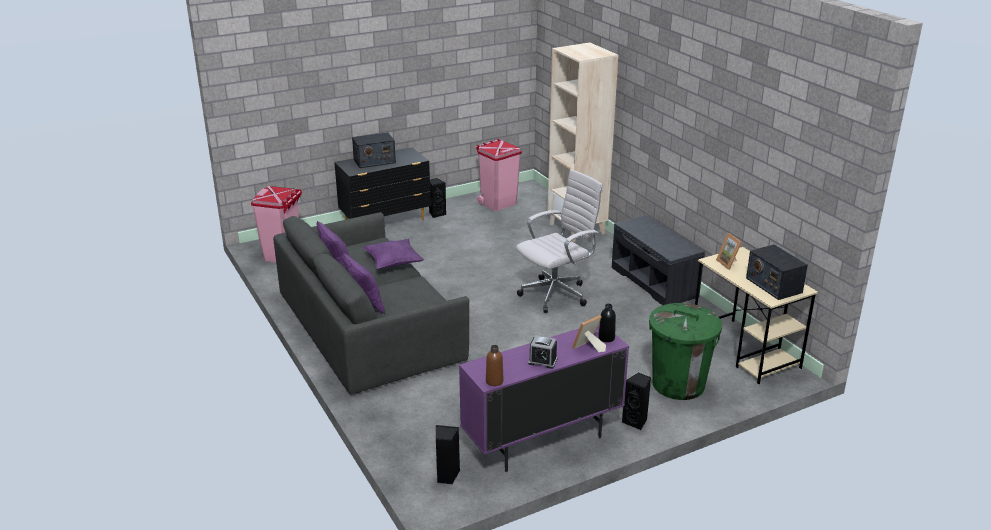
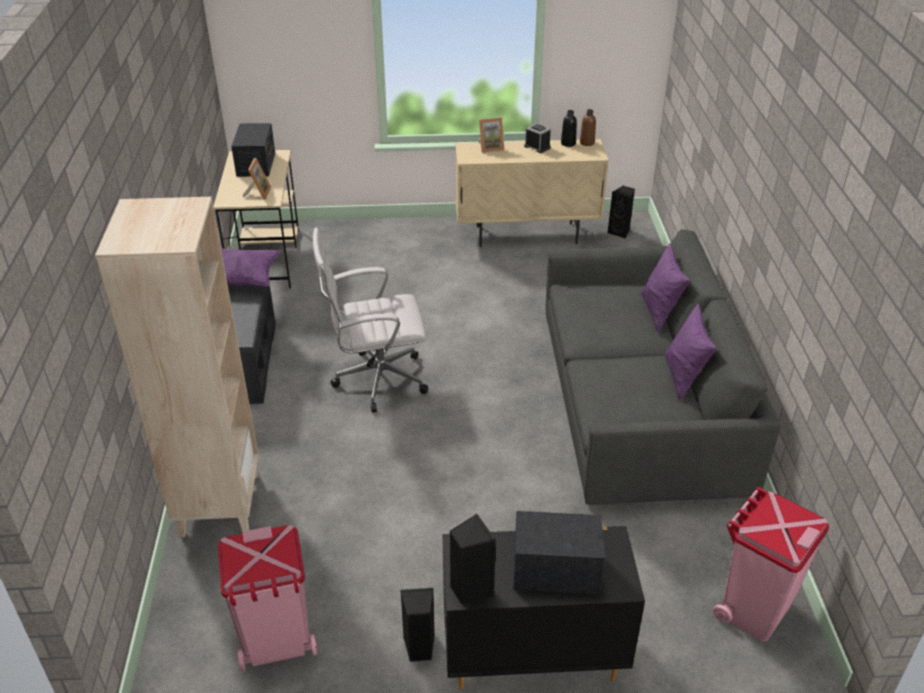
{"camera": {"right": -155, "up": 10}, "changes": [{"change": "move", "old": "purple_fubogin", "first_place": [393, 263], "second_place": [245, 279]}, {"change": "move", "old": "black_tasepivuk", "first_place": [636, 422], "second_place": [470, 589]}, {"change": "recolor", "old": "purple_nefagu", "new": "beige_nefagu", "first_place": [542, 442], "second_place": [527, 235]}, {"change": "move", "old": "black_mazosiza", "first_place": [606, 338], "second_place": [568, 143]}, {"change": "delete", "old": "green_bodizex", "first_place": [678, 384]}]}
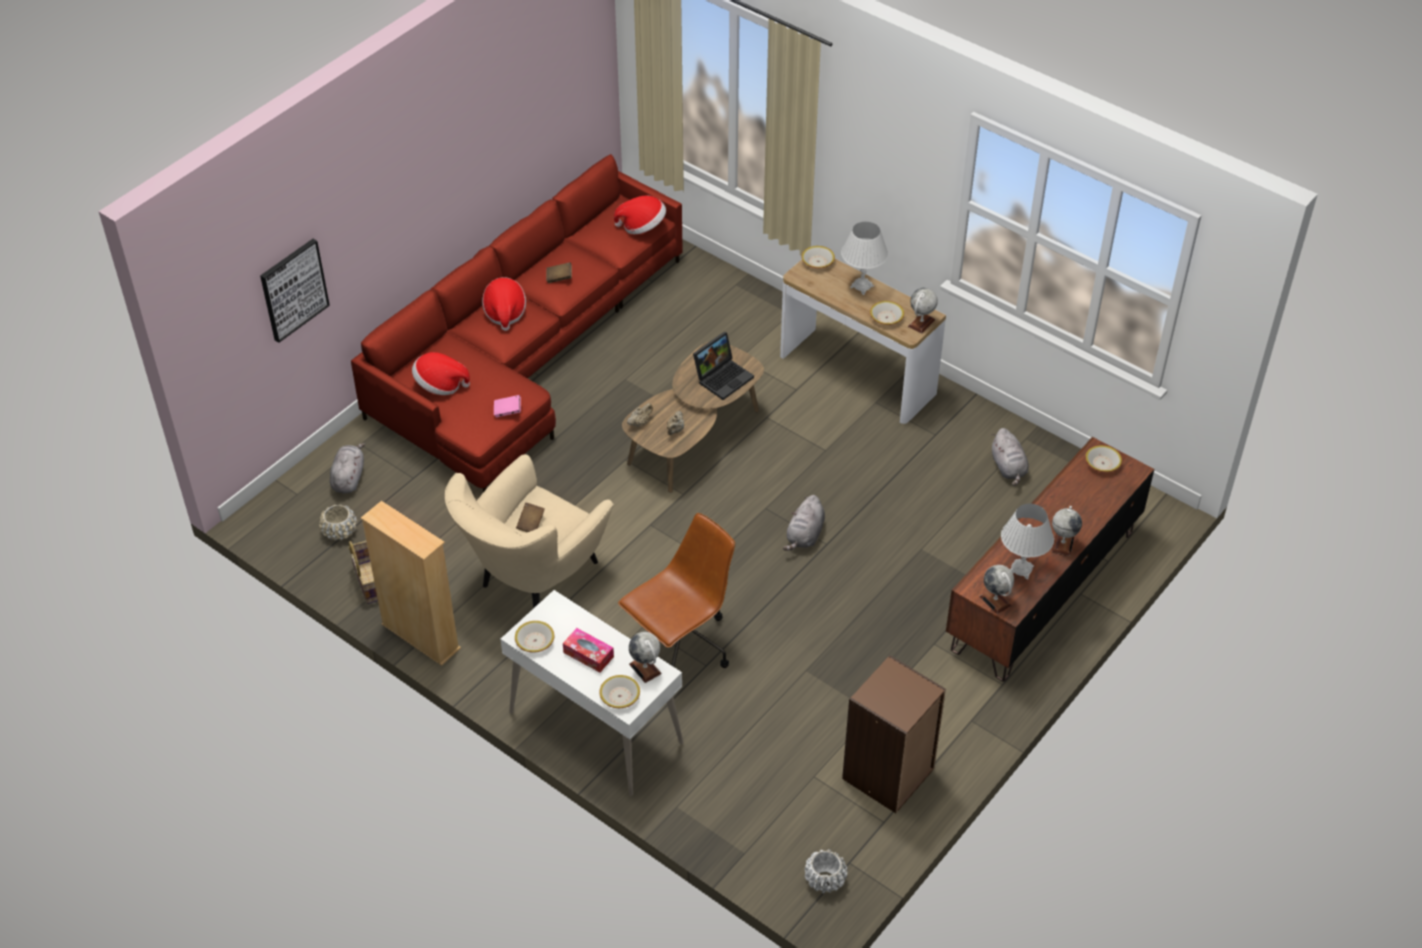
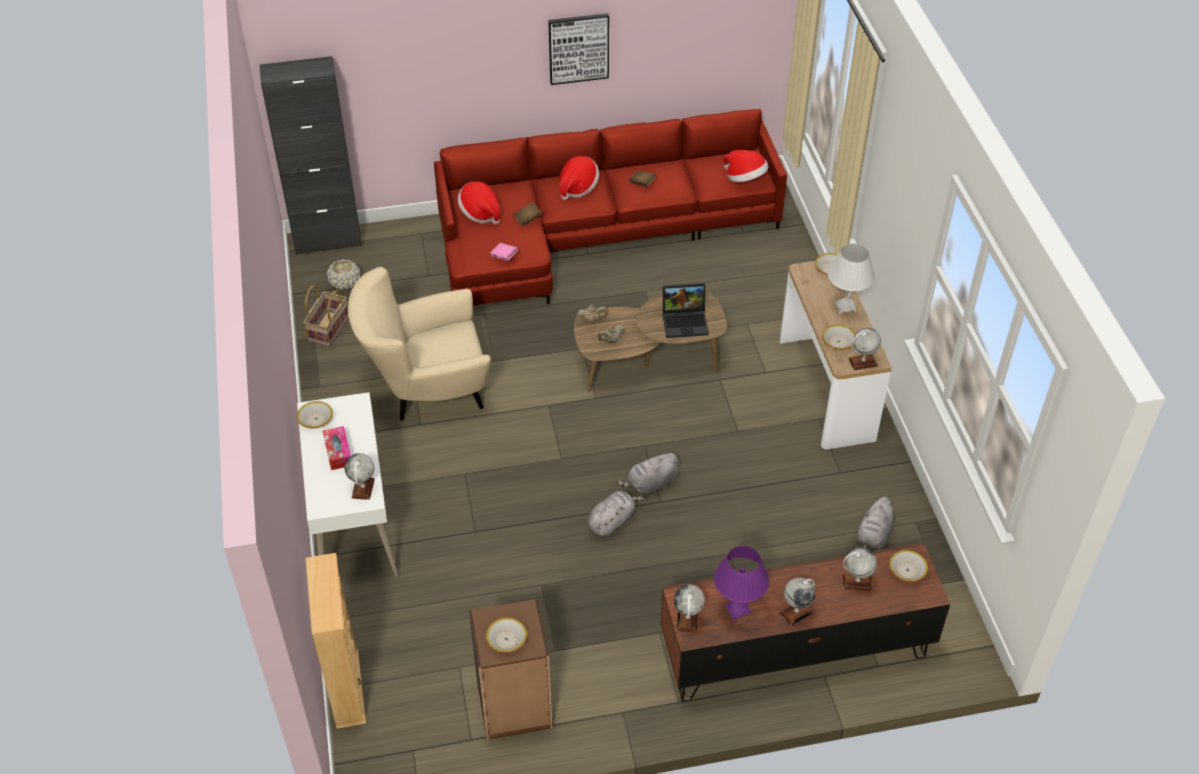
{"camera": {"right": 40, "up": 0}, "changes": [{"change": "insert", "new": "black_nefagu", "second_place": [328, 240]}, {"change": "move", "old": "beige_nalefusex", "first_place": [420, 637], "second_place": [347, 689]}, {"change": "move", "old": "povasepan", "first_place": [619, 696], "second_place": [506, 639]}, {"change": "move", "old": "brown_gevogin", "first_place": [531, 523], "second_place": [527, 219]}, {"change": "move", "old": "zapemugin", "first_place": [293, 289], "second_place": [578, 48]}, {"change": "move", "old": "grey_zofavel", "first_place": [348, 478], "second_place": [612, 521]}, {"change": "recolor", "old": "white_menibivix", "new": "purple_menibivix", "first_place": [1021, 569], "second_place": [737, 609]}, {"change": "insert", "new": "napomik", "second_place": [856, 582]}, {"change": "delete", "old": "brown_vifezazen", "first_place": [681, 647]}, {"change": "delete", "old": "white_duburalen", "first_place": [825, 880]}]}
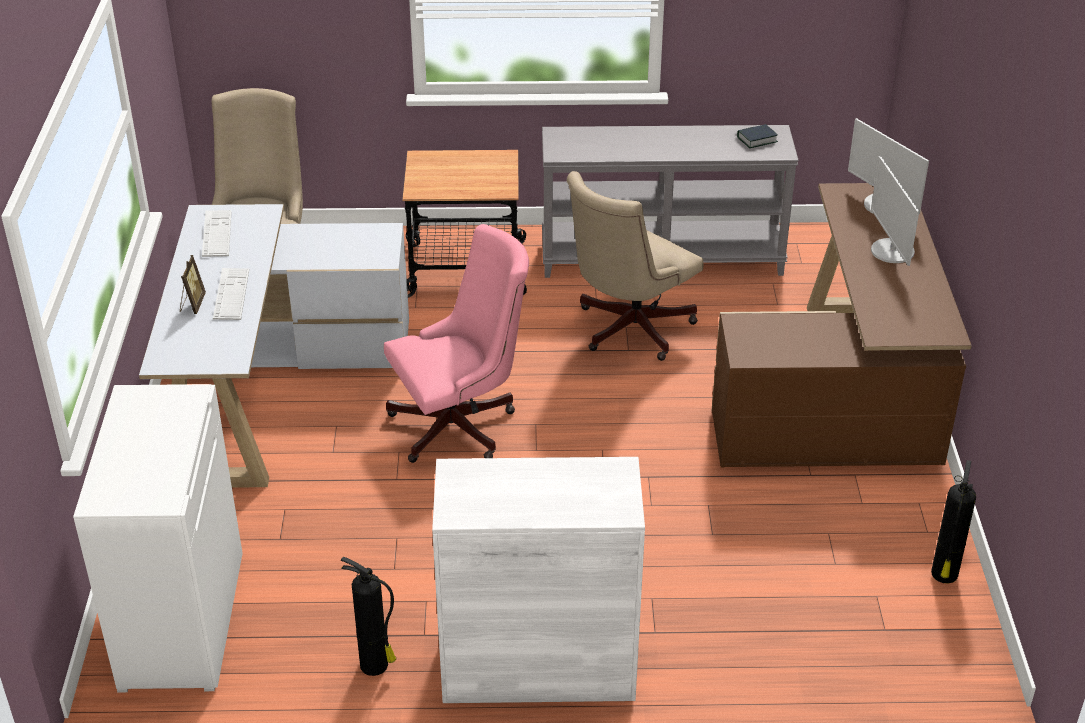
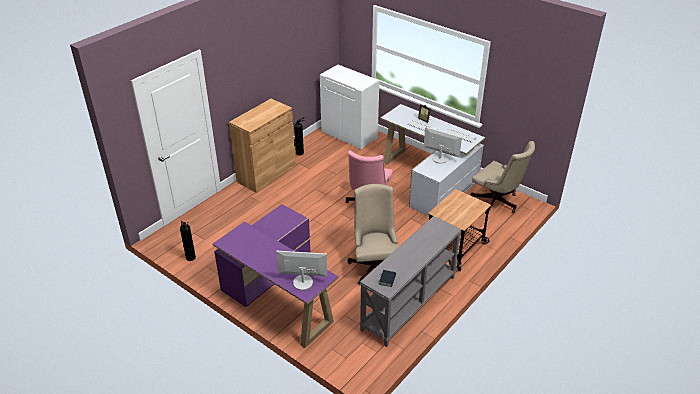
{"camera": {"right": 130, "up": 0}, "changes": [{"change": "recolor", "old": "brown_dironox", "new": "purple_dironox", "first_place": [844, 396], "second_place": [278, 294]}, {"change": "recolor", "old": "white_nefagu", "new": "brown_nefagu", "first_place": [538, 665], "second_place": [266, 174]}, {"change": "move", "old": "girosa", "first_place": [891, 251], "second_place": [440, 158]}]}
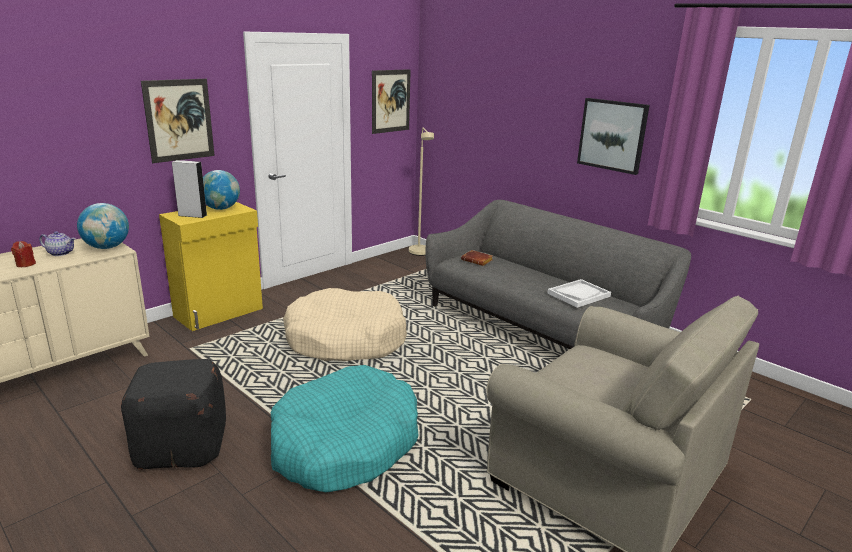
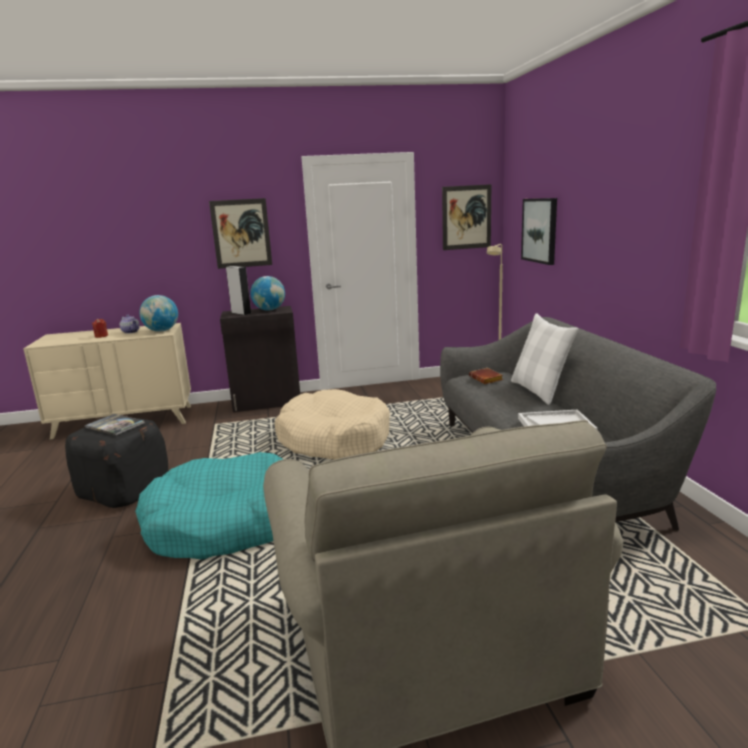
{"camera": {"right": 35, "up": -5}, "changes": [{"change": "insert", "new": "gevogin", "second_place": [115, 425]}, {"change": "recolor", "old": "yellow_nefagu", "new": "black_nefagu", "first_place": [220, 313], "second_place": [267, 402]}, {"change": "insert", "new": "white_fubogin", "second_place": [539, 391]}, {"change": "move", "old": "zapemugin", "first_place": [612, 135], "second_place": [540, 230]}]}
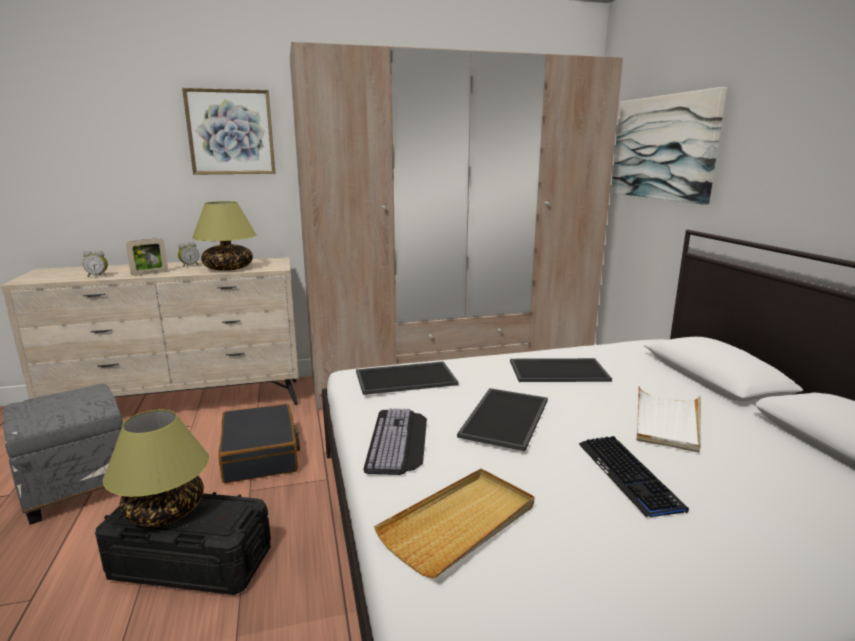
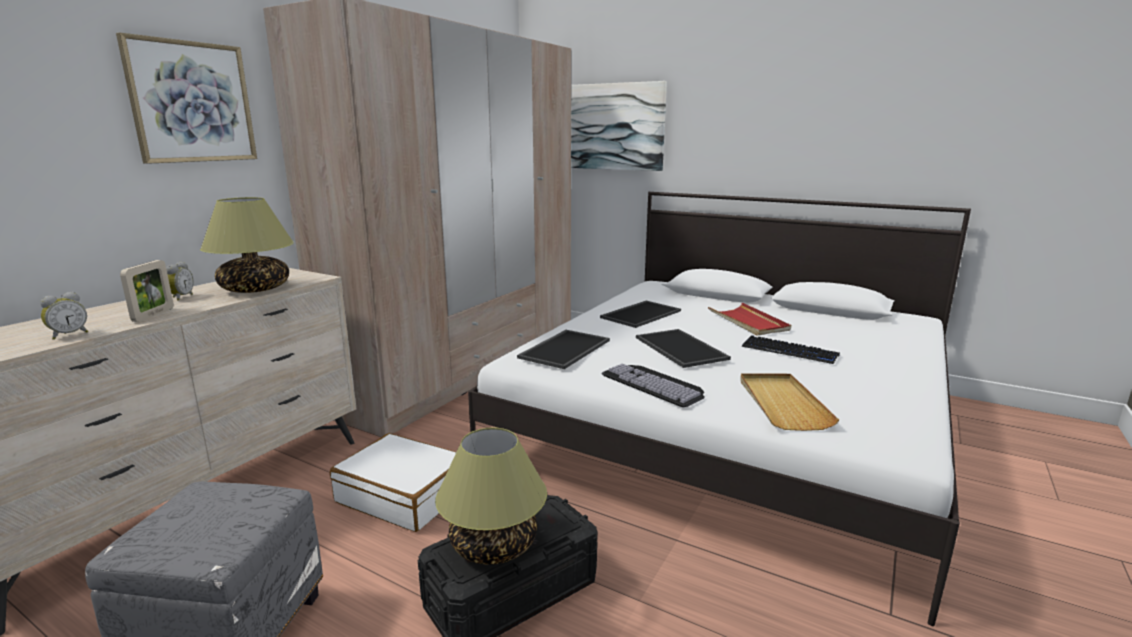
{"camera": {"right": -45, "up": 0}, "changes": [{"change": "recolor", "old": "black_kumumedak", "new": "white_kumumedak", "first_place": [261, 454], "second_place": [404, 495]}, {"change": "recolor", "old": "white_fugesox", "new": "red_fugesox", "first_place": [667, 421], "second_place": [748, 322]}]}
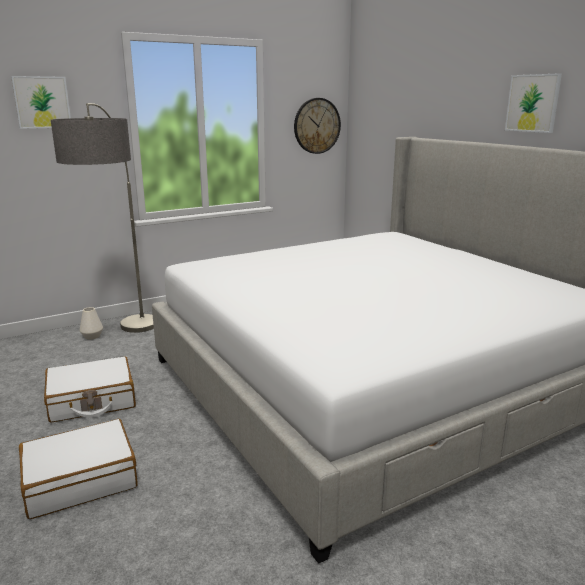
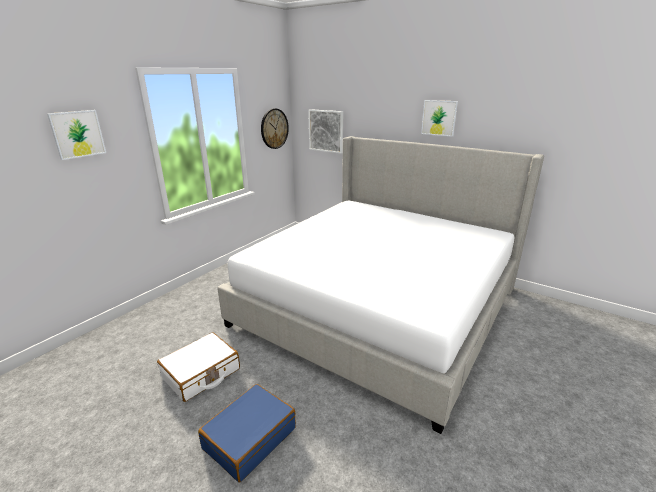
{"camera": {"right": -25, "up": 5}, "changes": [{"change": "recolor", "old": "white_kumumedak", "new": "blue_kumumedak", "first_place": [80, 480], "second_place": [249, 438]}, {"change": "insert", "new": "zapemugin", "second_place": [326, 131]}, {"change": "delete", "old": "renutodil", "first_place": [125, 344]}, {"change": "delete", "old": "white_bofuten", "first_place": [92, 336]}]}
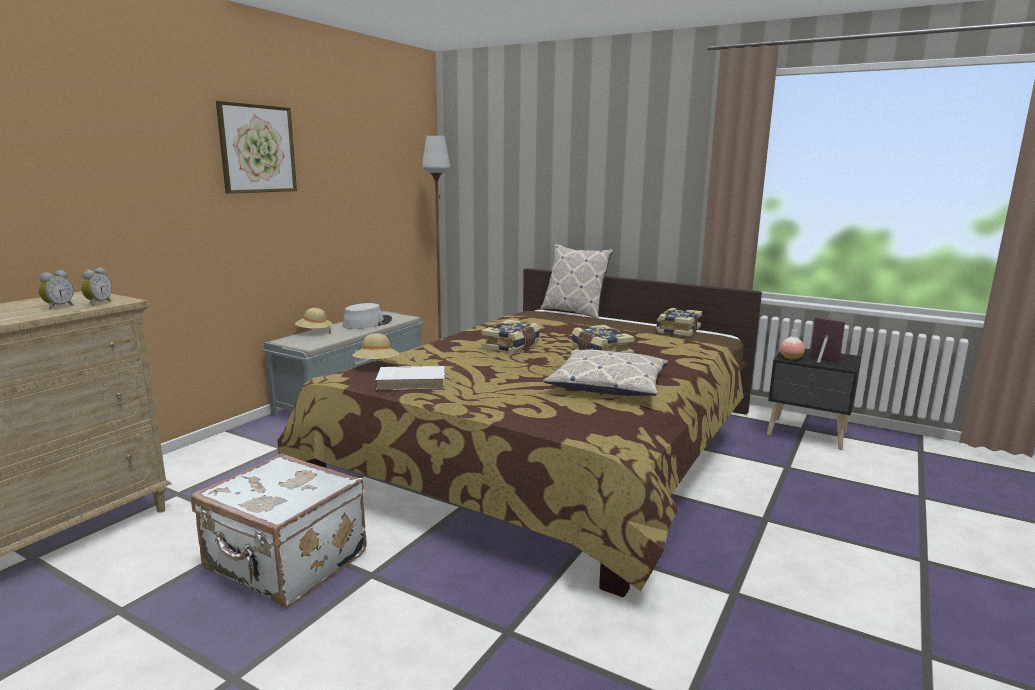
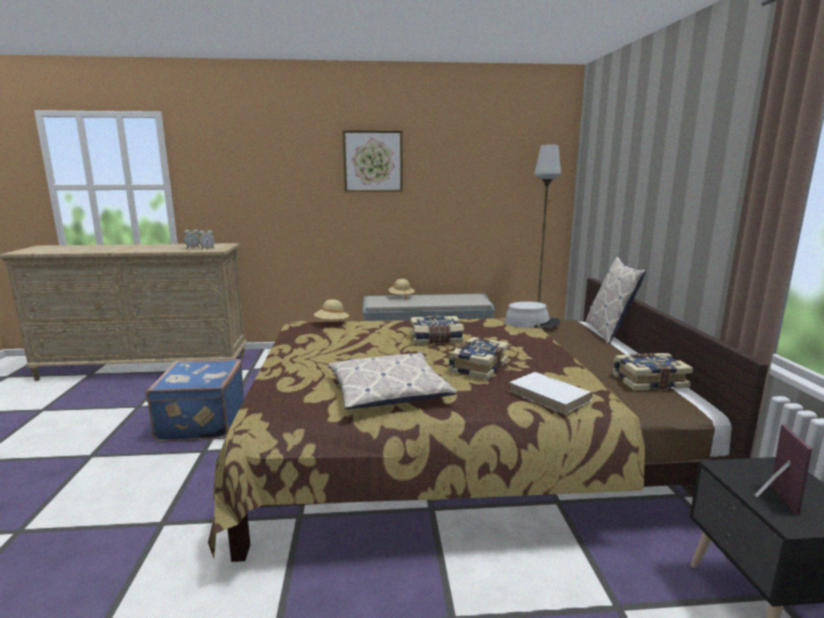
{"camera": {"right": 55, "up": 0}, "changes": [{"change": "recolor", "old": "white_kumumedak", "new": "blue_kumumedak", "first_place": [285, 564], "second_place": [200, 423]}, {"change": "move", "old": "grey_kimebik", "first_place": [367, 323], "second_place": [531, 323]}, {"change": "move", "old": "white_gevogin", "first_place": [412, 381], "second_place": [550, 396]}, {"change": "delete", "old": "bofuten", "first_place": [791, 358]}]}
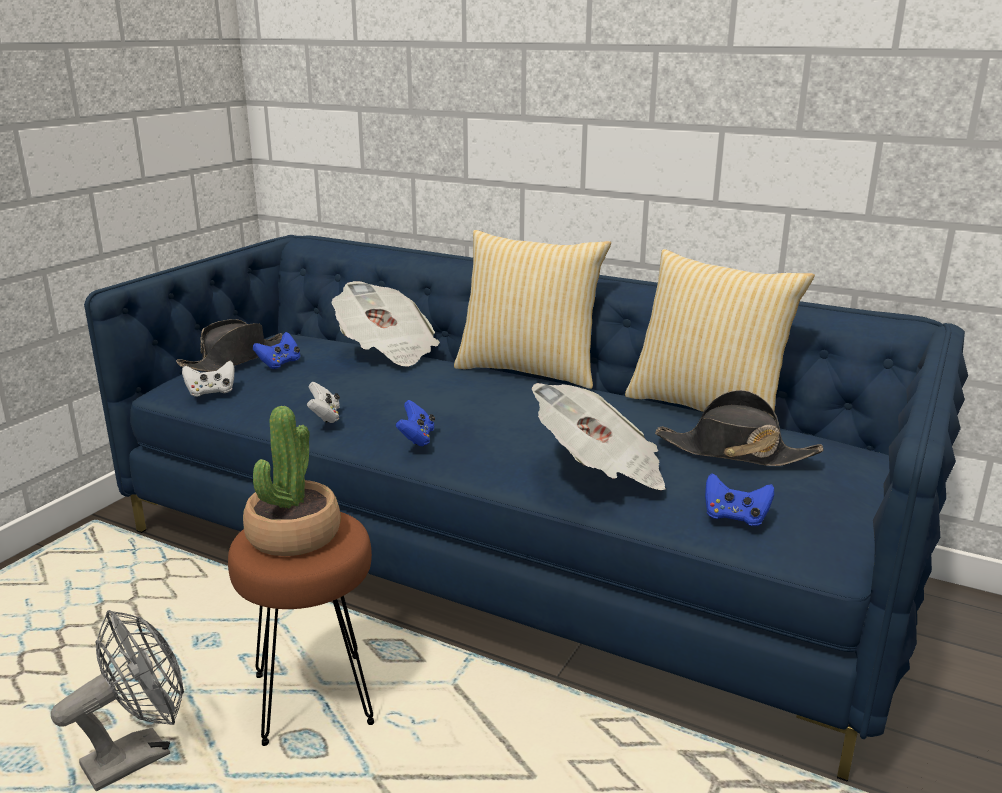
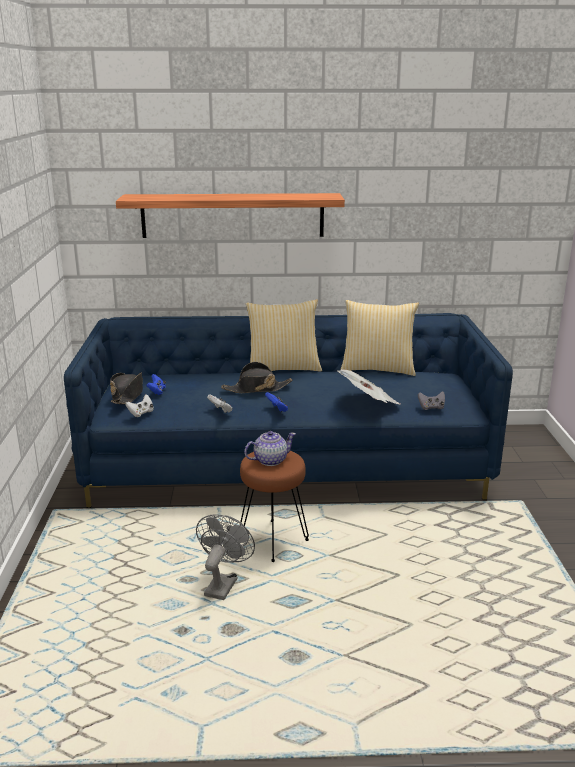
{"camera": {"right": -30, "up": 0}, "changes": [{"change": "insert", "new": "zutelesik", "second_place": [232, 215]}, {"change": "move", "old": "black_kimebik", "first_place": [734, 452], "second_place": [256, 389]}, {"change": "replace", "old": "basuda", "new": "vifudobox", "first_place": [293, 535], "second_place": [270, 460]}, {"change": "recolor", "old": "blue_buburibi", "new": "grey_buburibi", "first_place": [735, 517], "second_place": [431, 407]}, {"change": "delete", "old": "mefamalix", "first_place": [387, 350]}]}
